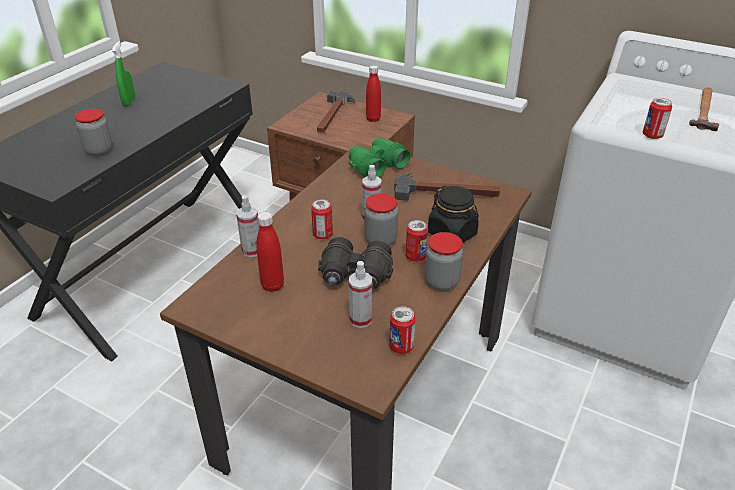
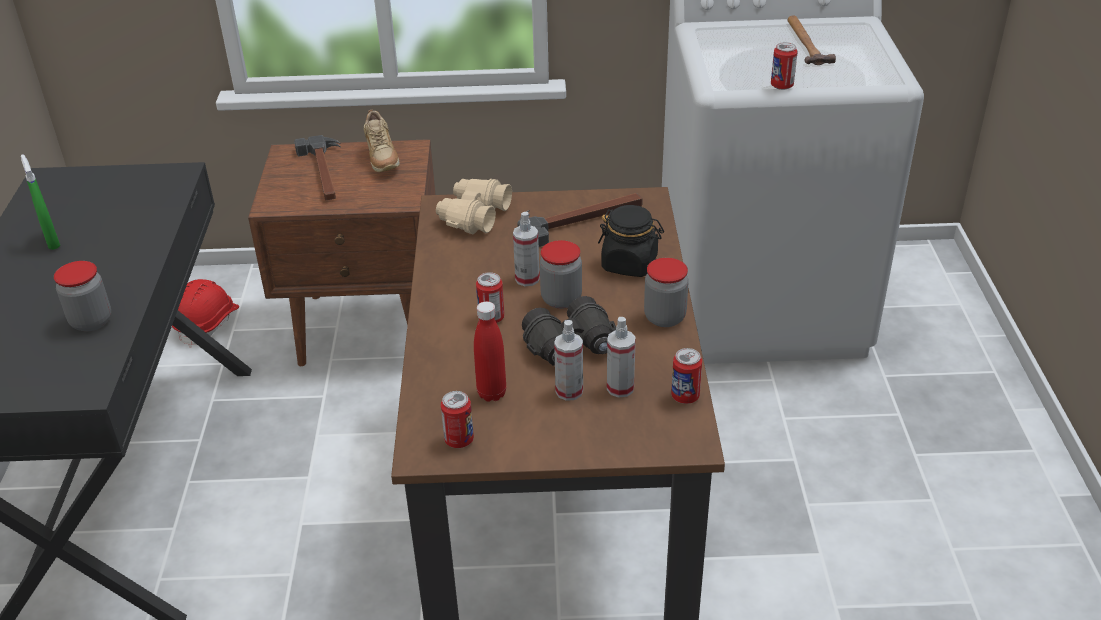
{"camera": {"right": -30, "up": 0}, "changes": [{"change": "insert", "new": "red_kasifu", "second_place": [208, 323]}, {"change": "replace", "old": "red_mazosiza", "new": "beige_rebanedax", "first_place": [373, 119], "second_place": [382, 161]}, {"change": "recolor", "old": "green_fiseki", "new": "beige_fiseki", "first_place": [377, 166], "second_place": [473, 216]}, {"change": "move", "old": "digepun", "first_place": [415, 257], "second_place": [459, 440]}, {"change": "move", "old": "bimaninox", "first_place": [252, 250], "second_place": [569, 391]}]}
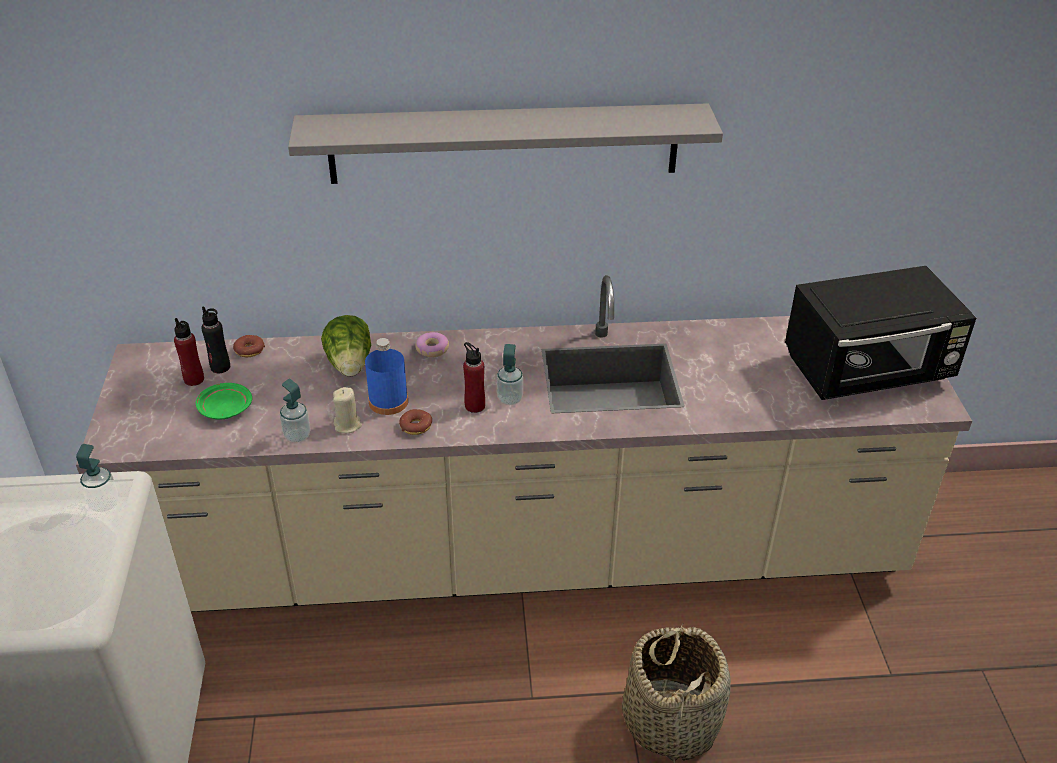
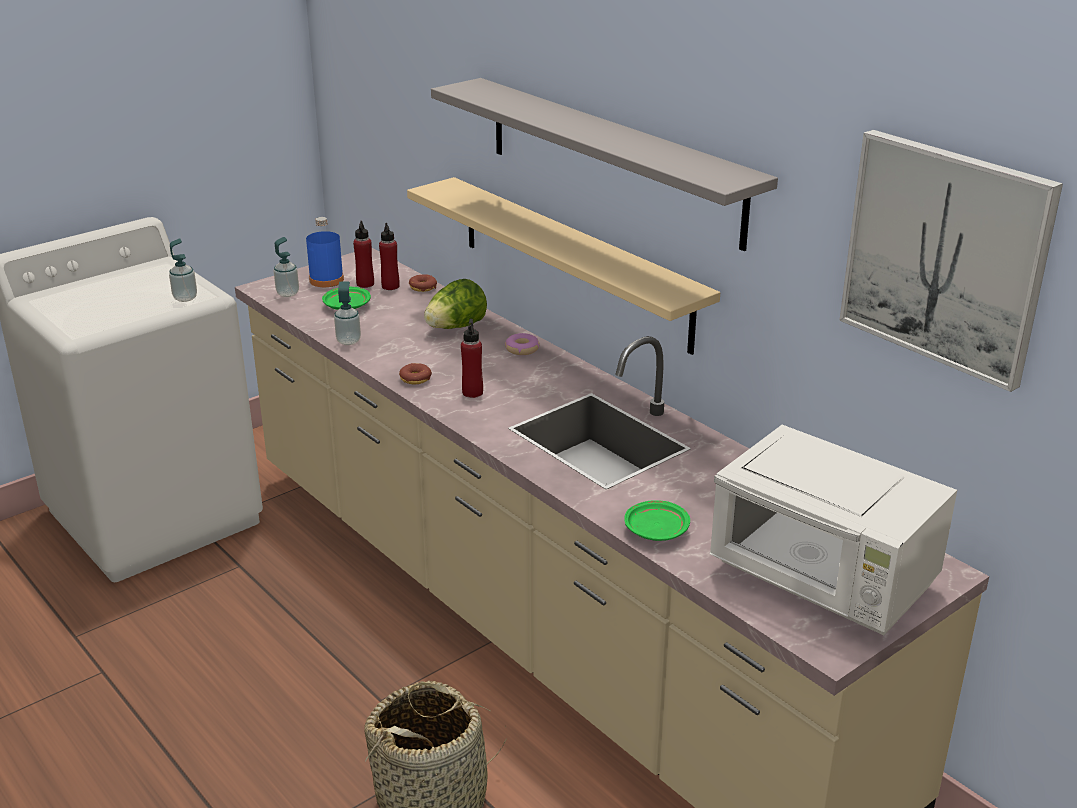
{"camera": {"right": 55, "up": -10}, "changes": [{"change": "move", "old": "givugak", "first_place": [510, 399], "second_place": [287, 293]}, {"change": "move", "old": "blue_mazosiza", "first_place": [388, 401], "second_place": [326, 280]}, {"change": "recolor", "old": "black_mazosiza", "new": "red_mazosiza", "first_place": [220, 367], "second_place": [390, 286]}, {"change": "insert", "new": "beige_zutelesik", "second_place": [573, 262]}, {"change": "insert", "new": "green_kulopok", "second_place": [656, 530]}, {"change": "recolor", "old": "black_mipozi", "new": "white_mipozi", "first_place": [869, 371], "second_place": [823, 581]}, {"change": "insert", "new": "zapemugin", "second_place": [945, 256]}, {"change": "delete", "old": "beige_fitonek", "first_place": [348, 425]}]}
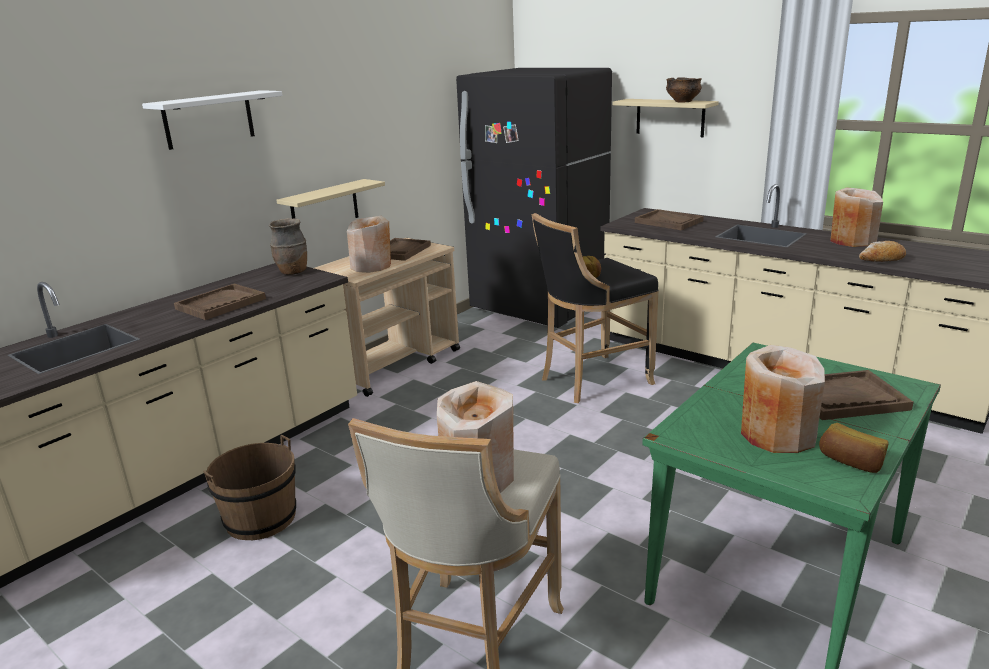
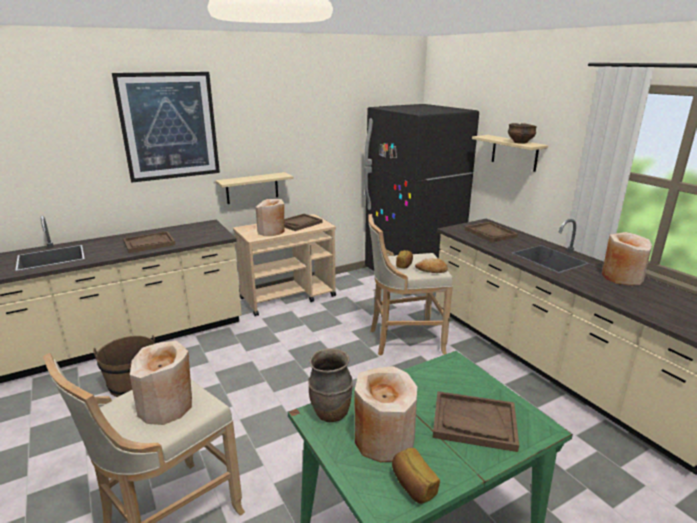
{"camera": {"right": 20, "up": 0}, "changes": [{"change": "replace", "old": "white_zutelesik", "new": "zapemugin", "first_place": [209, 119], "second_place": [169, 126]}, {"change": "move", "old": "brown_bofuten", "first_place": [293, 272], "second_place": [331, 413]}, {"change": "recolor", "old": "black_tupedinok", "new": "beige_tupedinok", "first_place": [591, 381], "second_place": [403, 340]}, {"change": "move", "old": "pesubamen", "first_place": [881, 259], "second_place": [431, 270]}]}
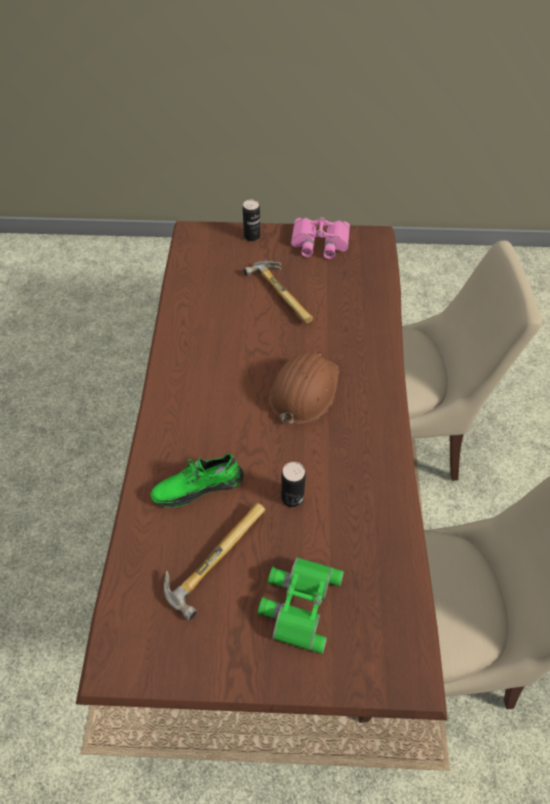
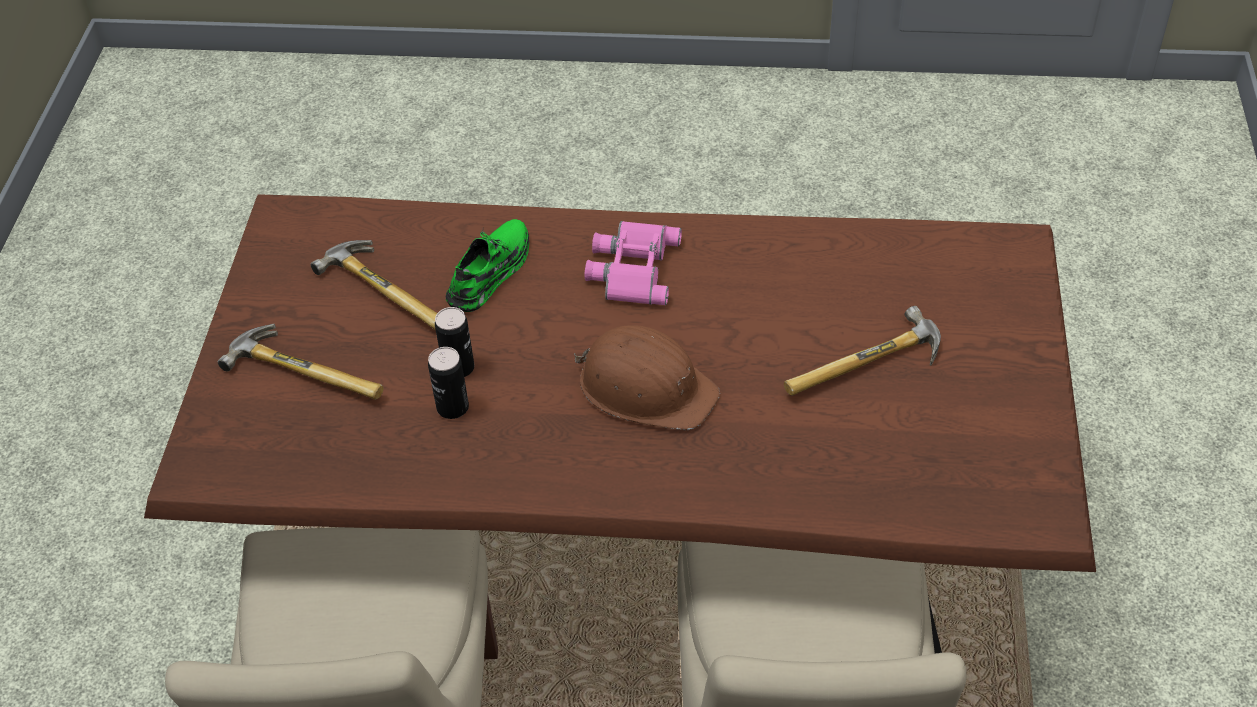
{"camera": {"right": 95, "up": -5}, "changes": [{"change": "replace", "old": "green_fiseki", "new": "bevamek", "first_place": [298, 603], "second_place": [311, 369]}, {"change": "move", "old": "digepun", "first_place": [252, 236], "second_place": [452, 407]}, {"change": "rotate", "old": "green_rebanedax", "first_place": [198, 486], "second_place": [491, 272], "degrees": 45}, {"change": "move", "old": "pink_fiseki", "first_place": [319, 243], "second_place": [631, 268]}]}
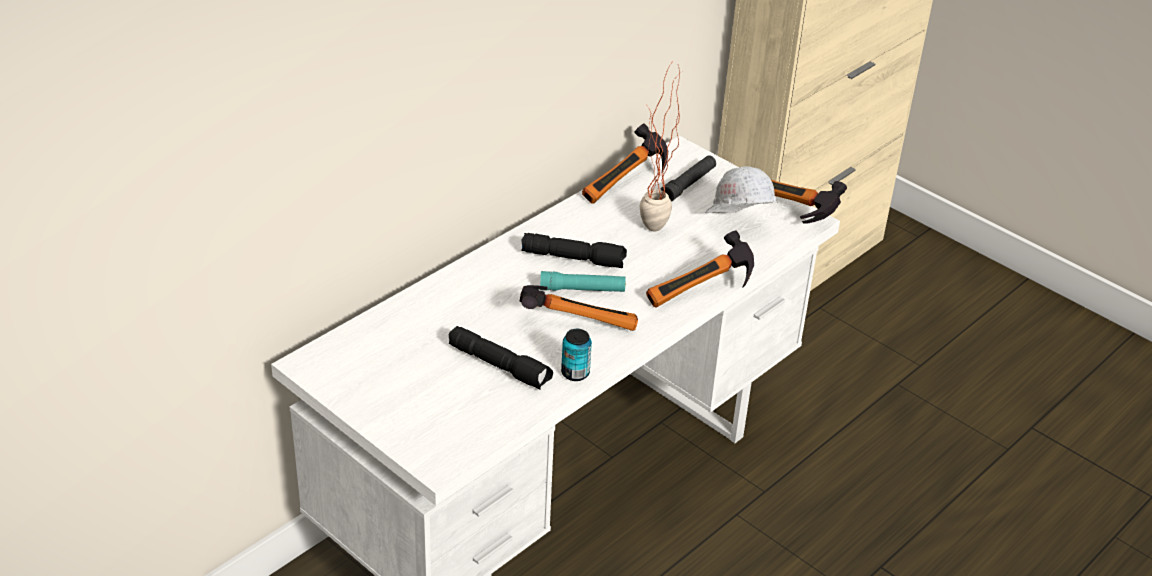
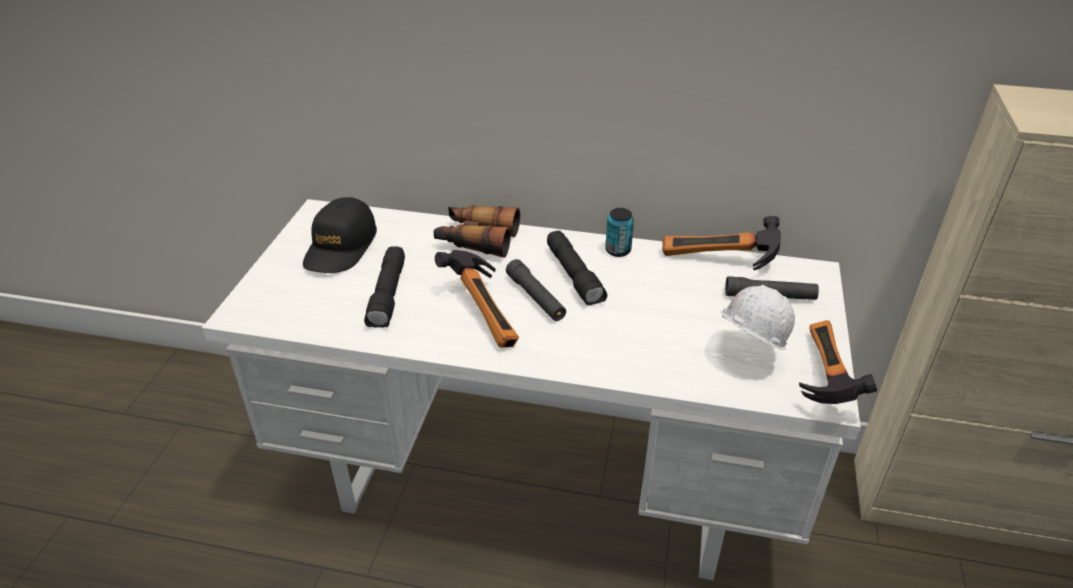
{"camera": {"right": 60, "up": 0}, "changes": [{"change": "insert", "new": "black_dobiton", "second_place": [341, 247]}, {"change": "insert", "new": "fiseki", "second_place": [476, 239]}, {"change": "recolor", "old": "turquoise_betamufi", "new": "black_betamufi", "first_place": [582, 289], "second_place": [536, 297]}, {"change": "move", "old": "digepun", "first_place": [575, 373], "second_place": [618, 250]}, {"change": "delete", "old": "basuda", "first_place": [651, 233]}, {"change": "delete", "old": "bevamek", "first_place": [702, 294]}]}
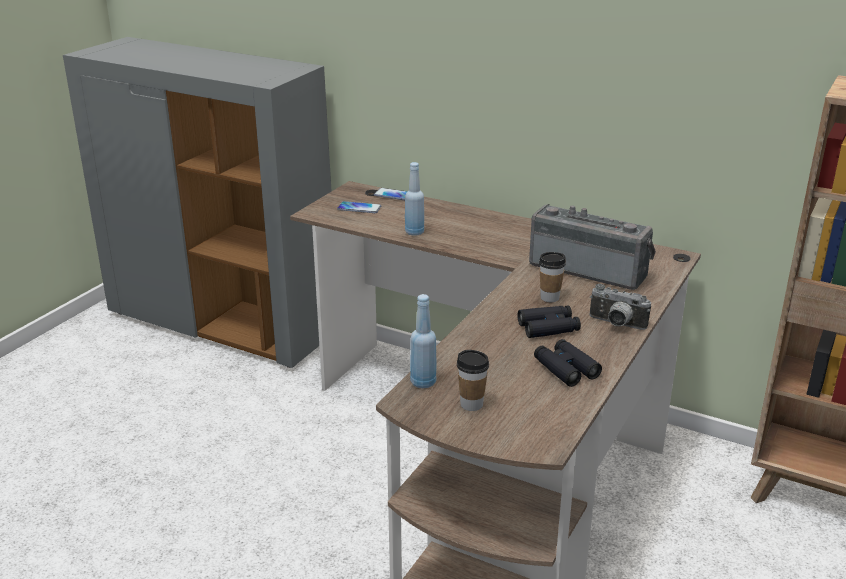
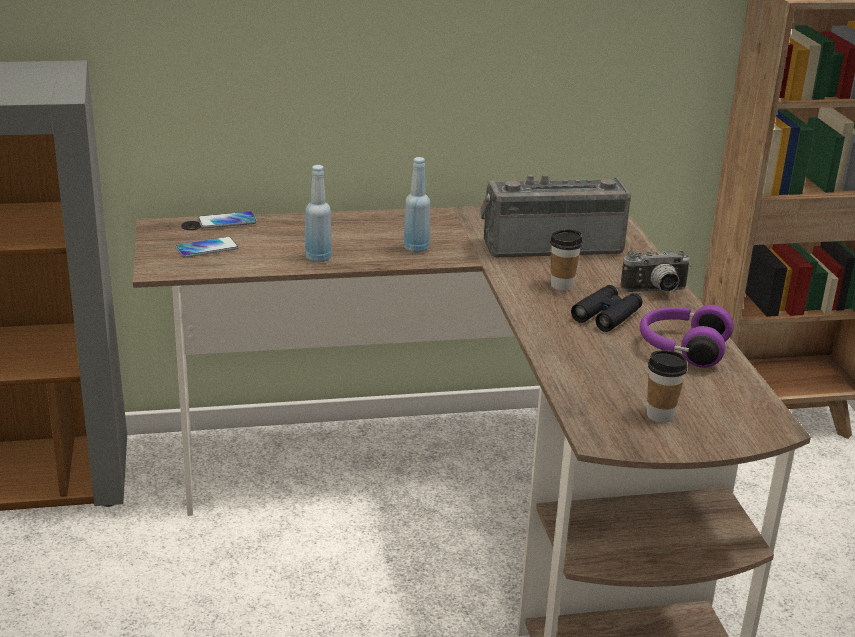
{"camera": {"right": -40, "up": 0}, "changes": [{"change": "move", "old": "blue_mazosiza", "first_place": [423, 382], "second_place": [415, 248]}, {"change": "replace", "old": "black_fiseki", "new": "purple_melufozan", "first_place": [566, 369], "second_place": [681, 349]}]}
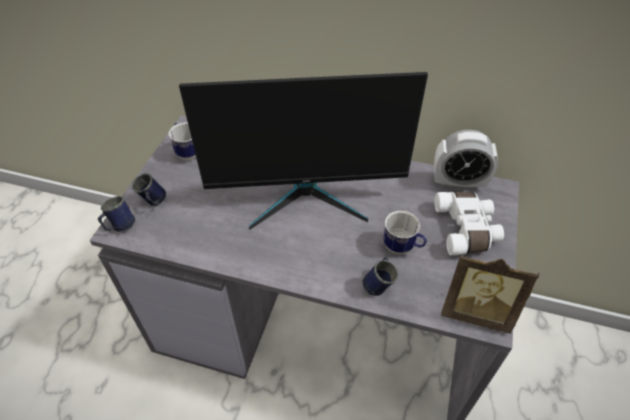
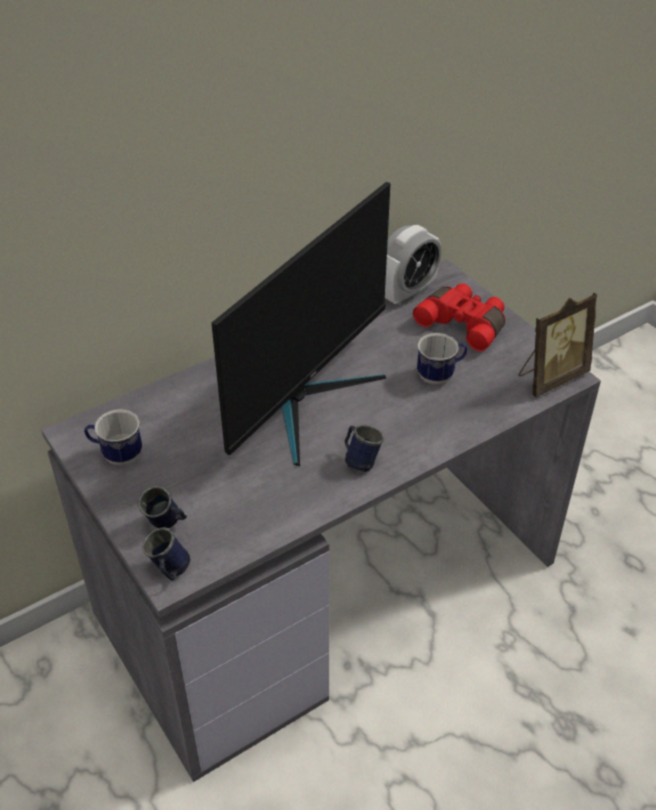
{"camera": {"right": -50, "up": -5}, "changes": [{"change": "move", "old": "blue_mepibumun", "first_place": [378, 284], "second_place": [360, 460]}, {"change": "recolor", "old": "white_fiseki", "new": "red_fiseki", "first_place": [467, 229], "second_place": [464, 324]}]}
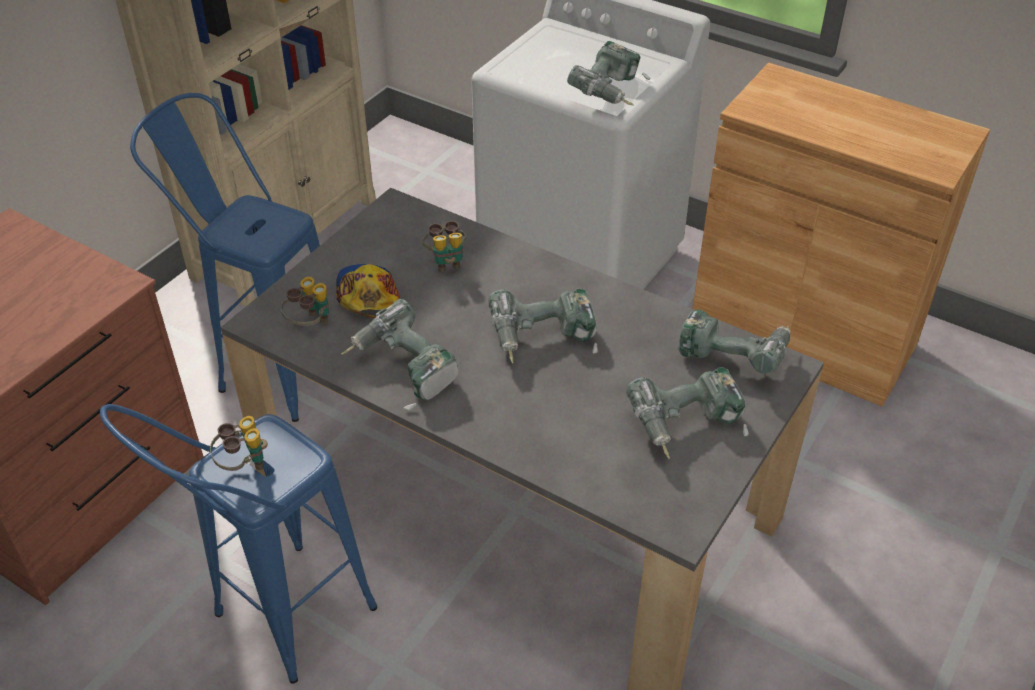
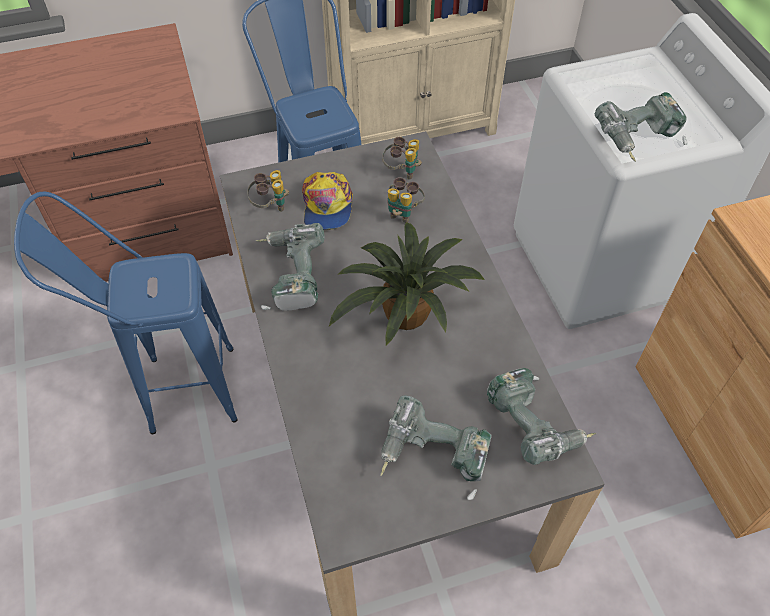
{"camera": {"right": 40, "up": 10}, "changes": [{"change": "rotate", "old": "dobiton", "first_place": [368, 295], "second_place": [327, 206], "degrees": 150}, {"change": "replace", "old": "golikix", "new": "basuda", "first_place": [543, 341], "second_place": [404, 317]}, {"change": "move", "old": "fiseki", "first_place": [243, 465], "second_place": [401, 171]}]}
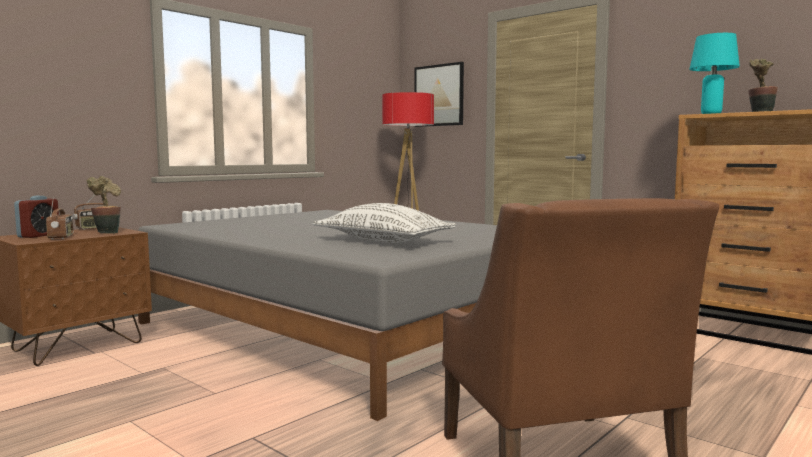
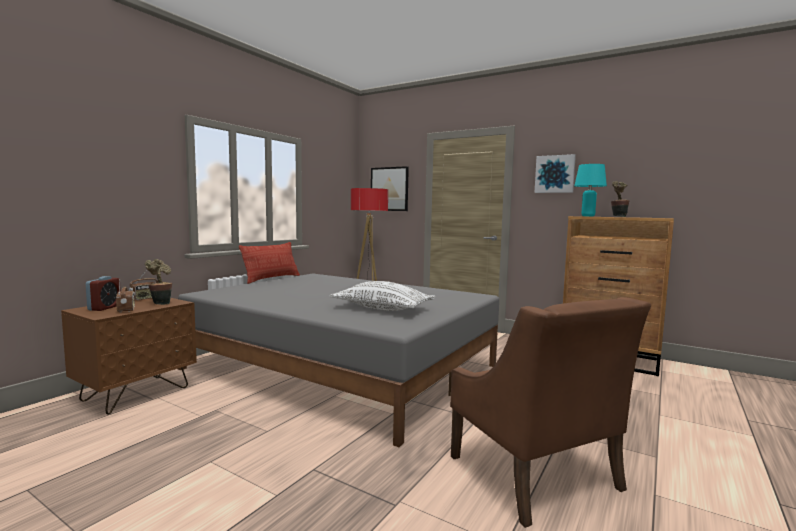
{"camera": {"right": -10, "up": 0}, "changes": [{"change": "insert", "new": "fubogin", "second_place": [271, 278]}, {"change": "insert", "new": "zapemugin", "second_place": [555, 174]}]}
